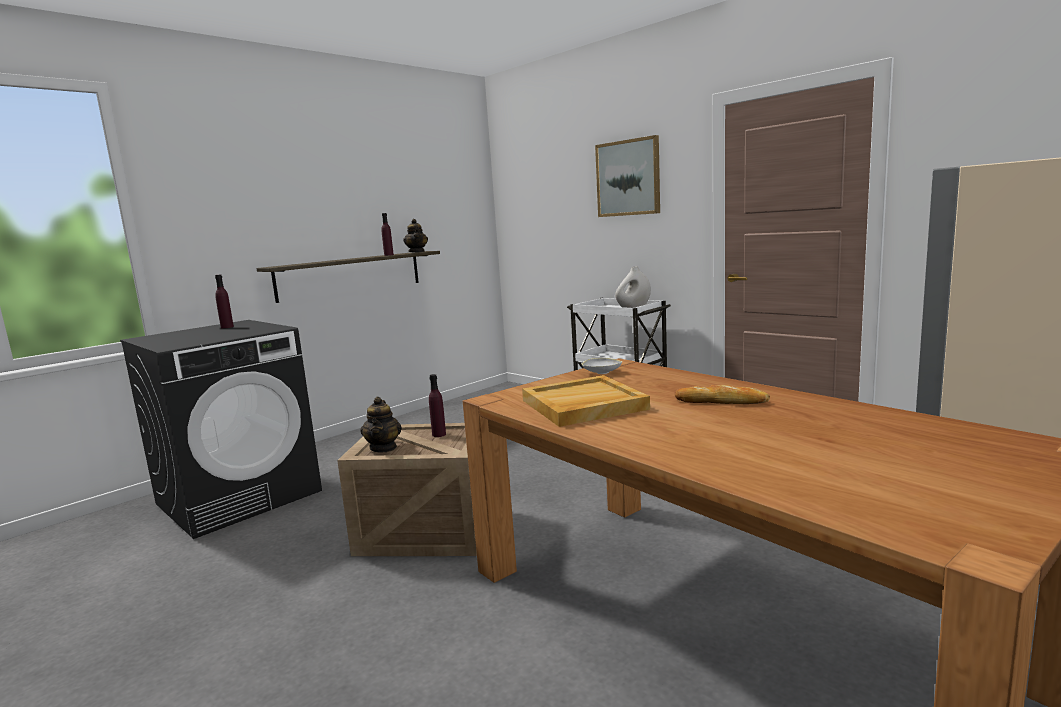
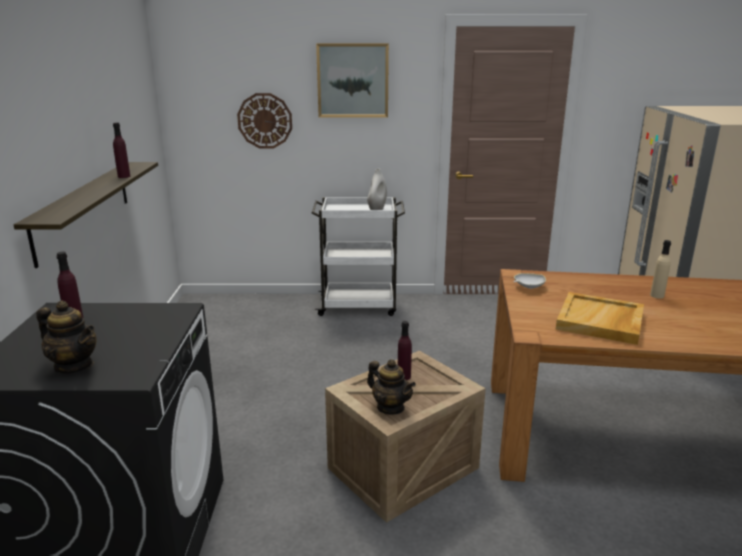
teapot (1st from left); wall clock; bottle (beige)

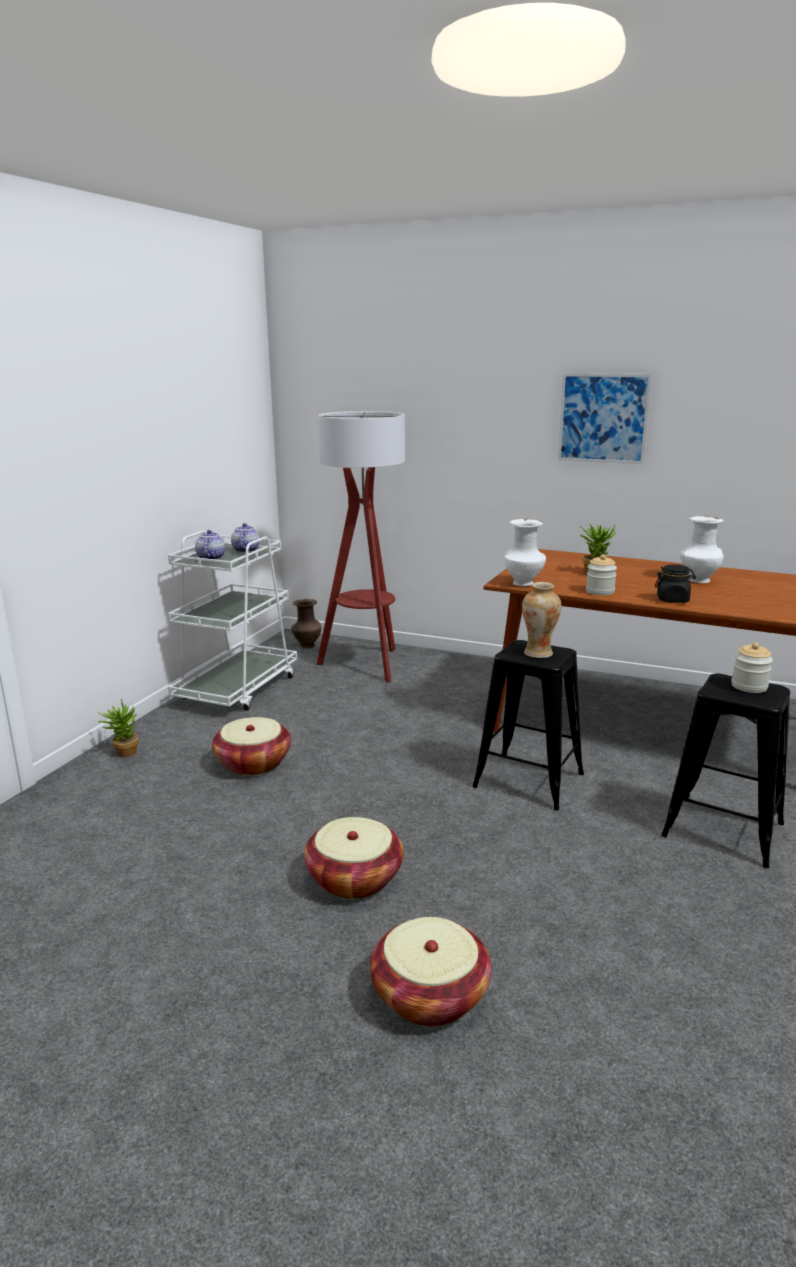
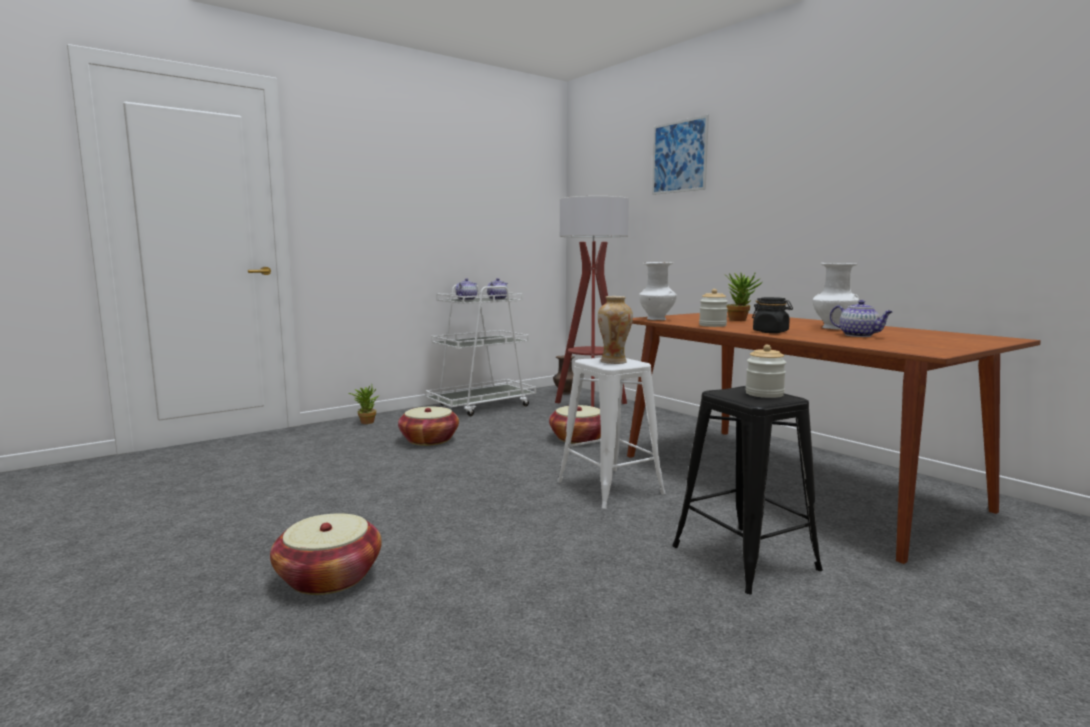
basket (3rd from left); stool (white); picture; teapot (3rd from left)

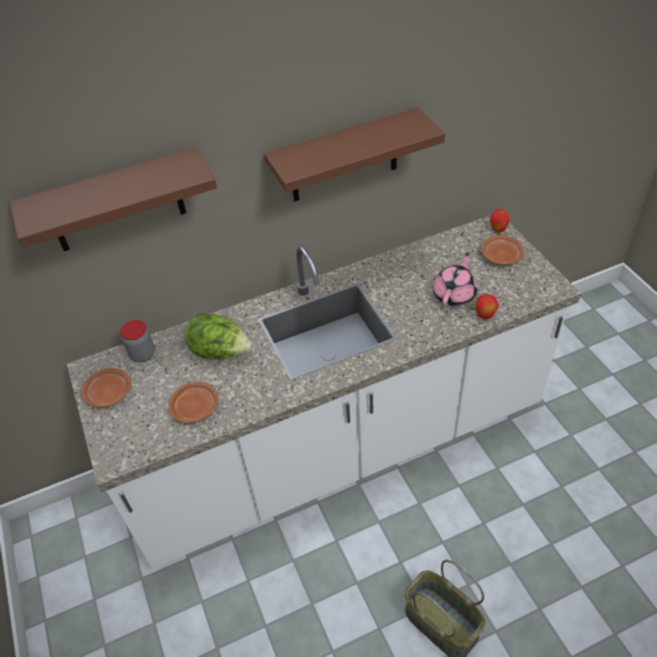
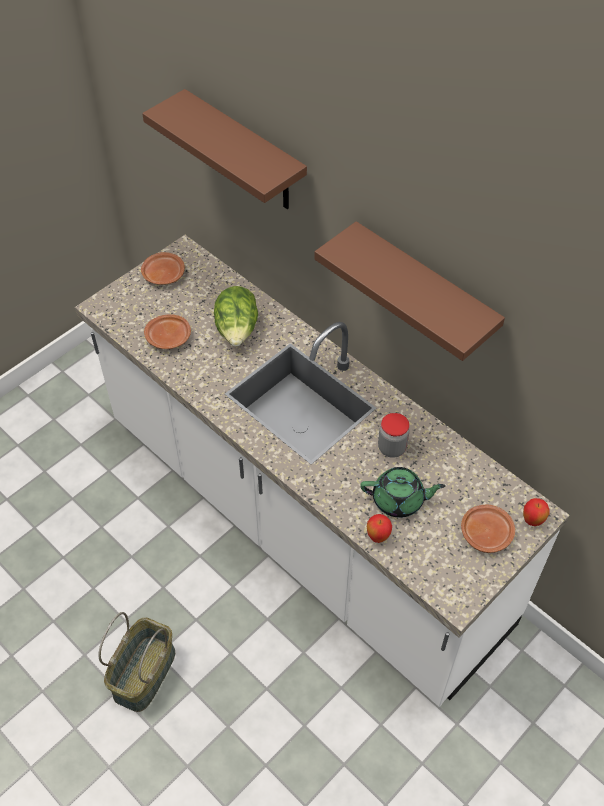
teapot (green); jar

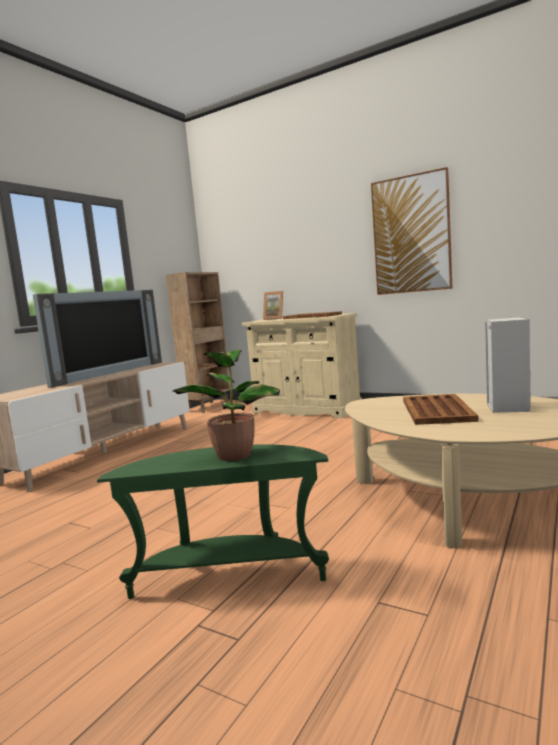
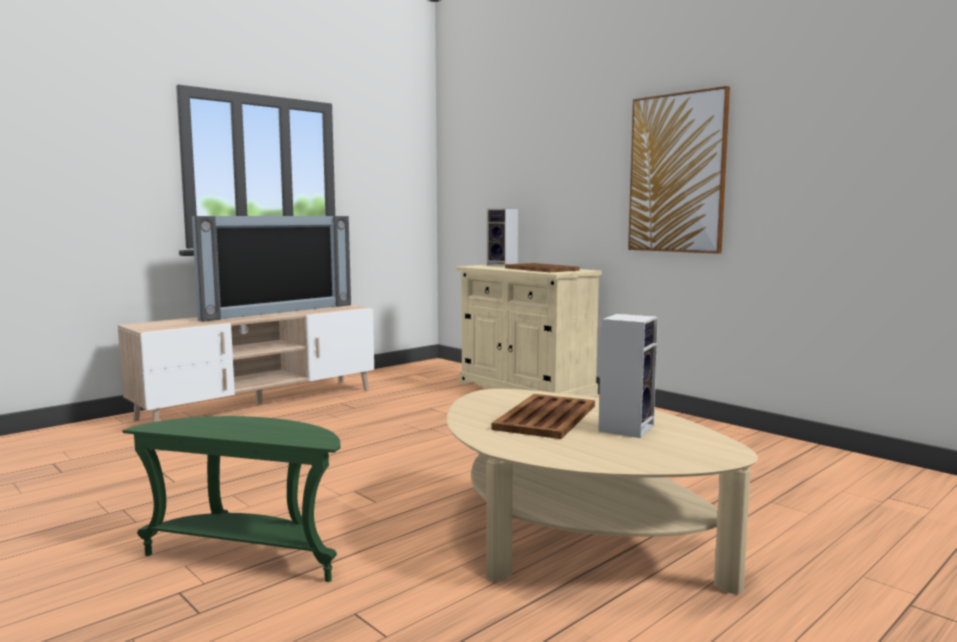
speaker (1st from left); bookcase (brown); potted plant

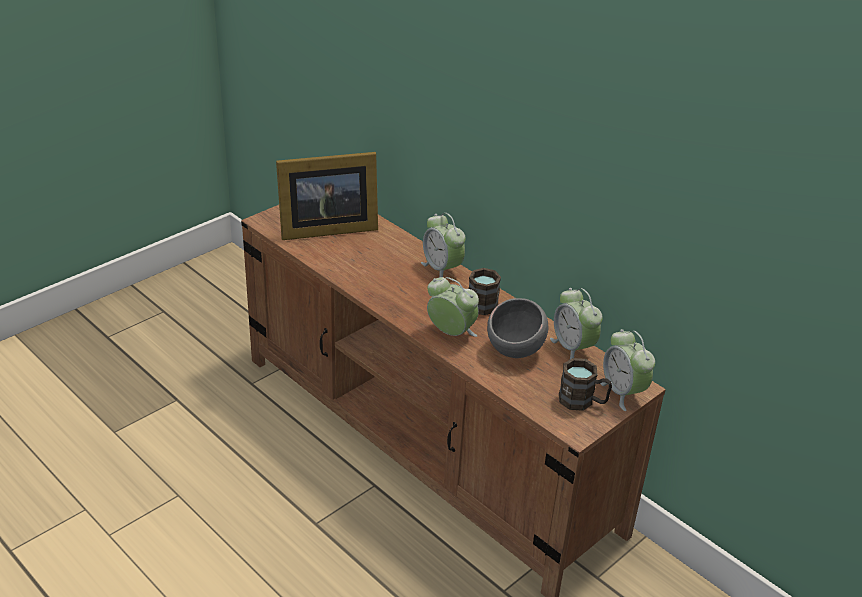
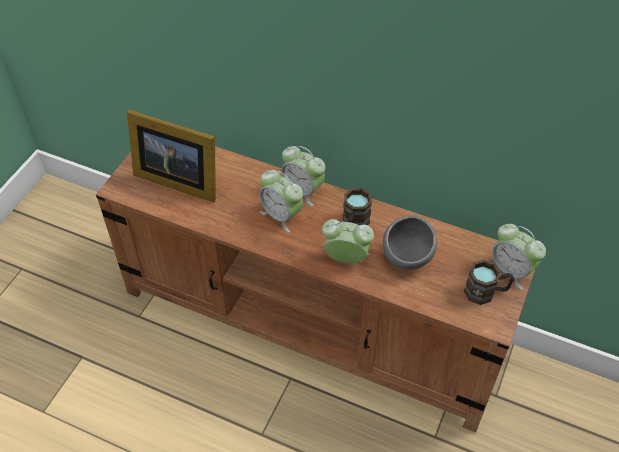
picture frame; alarm clock (1st from left)

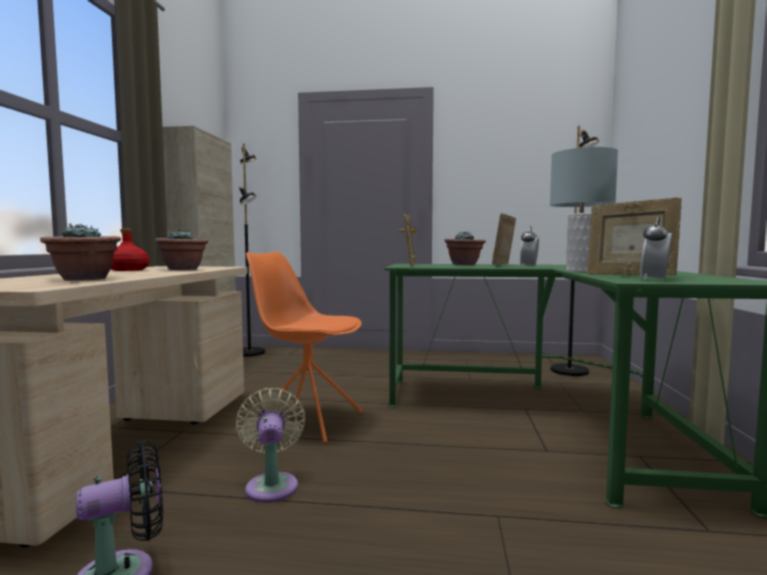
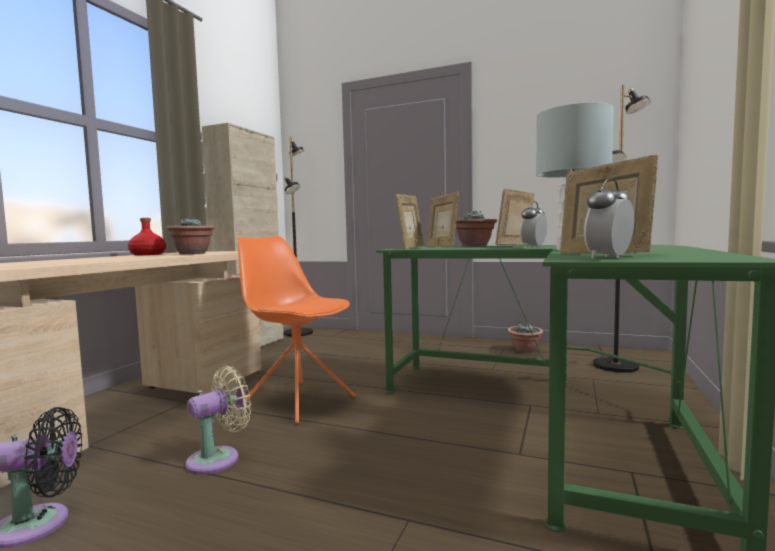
fan (beige); picture frame (2nd from left); potted plant (3rd from left)

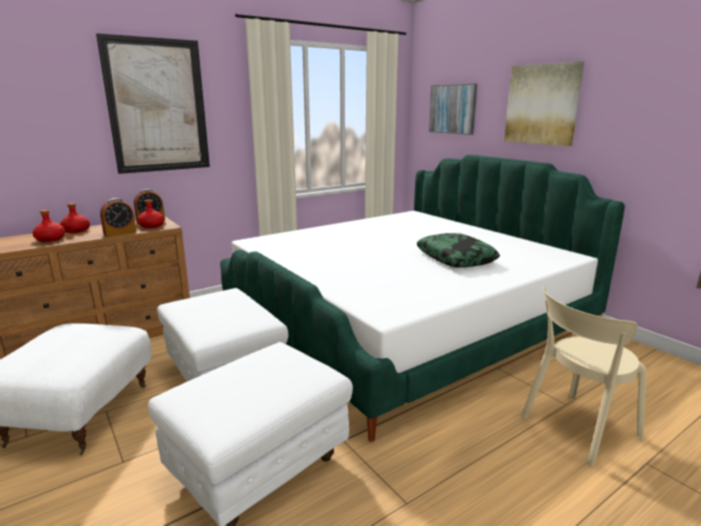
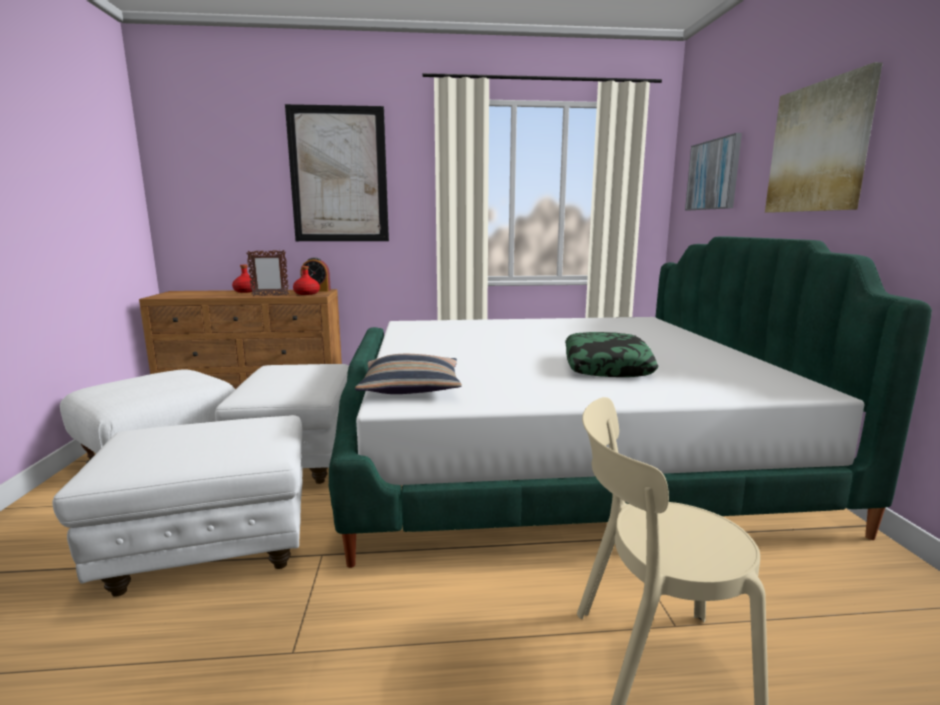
picture frame; pillow (1st from left); bottle (red) (1st from left in the first image)

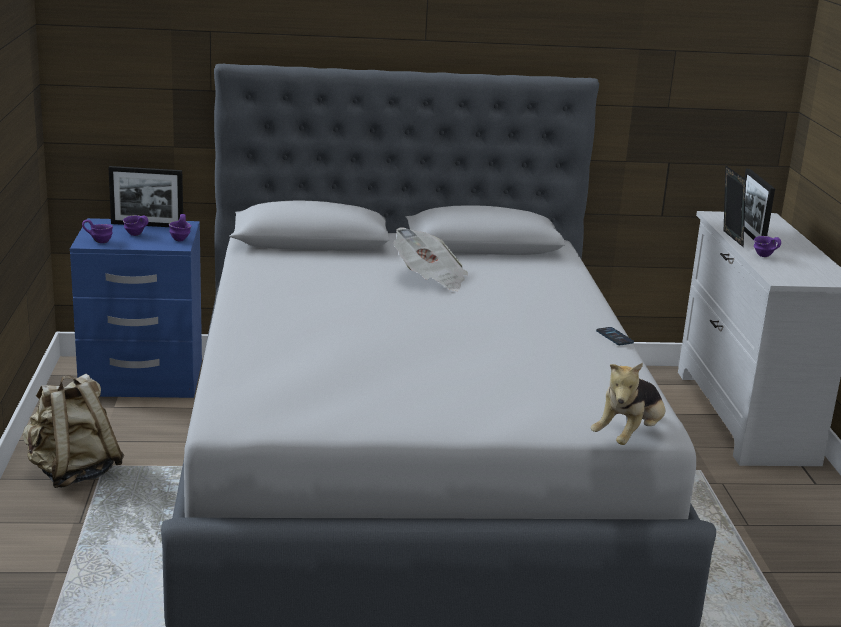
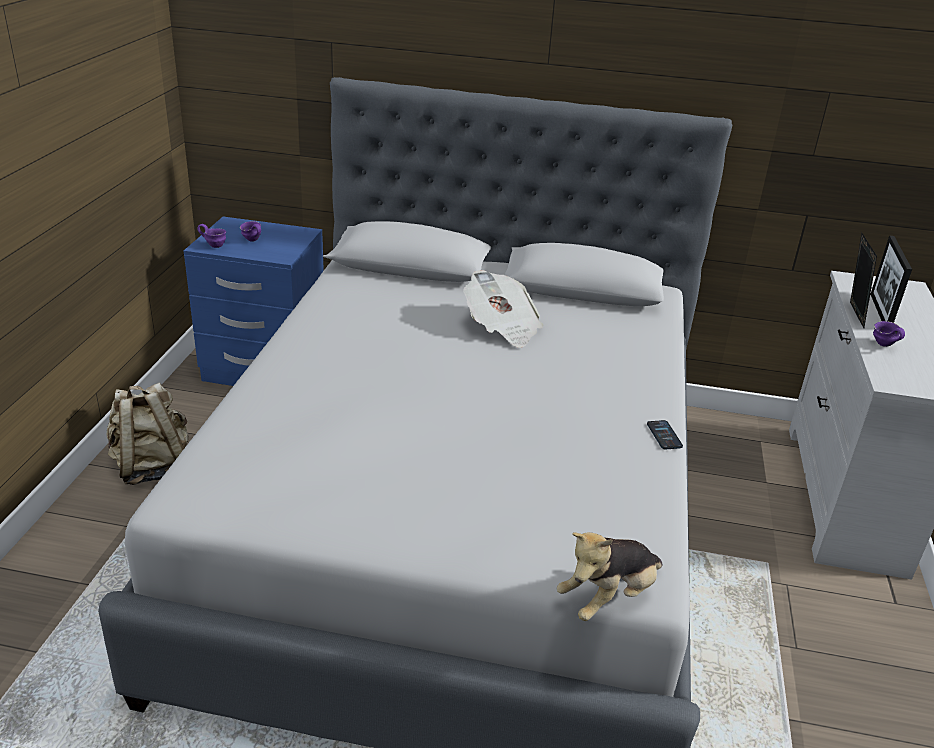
picture frame (1st from left in the first image); mug (purple) (3rd from left in the first image)

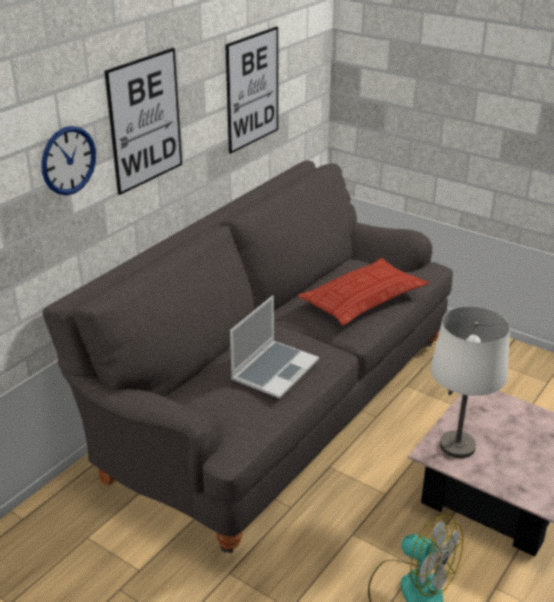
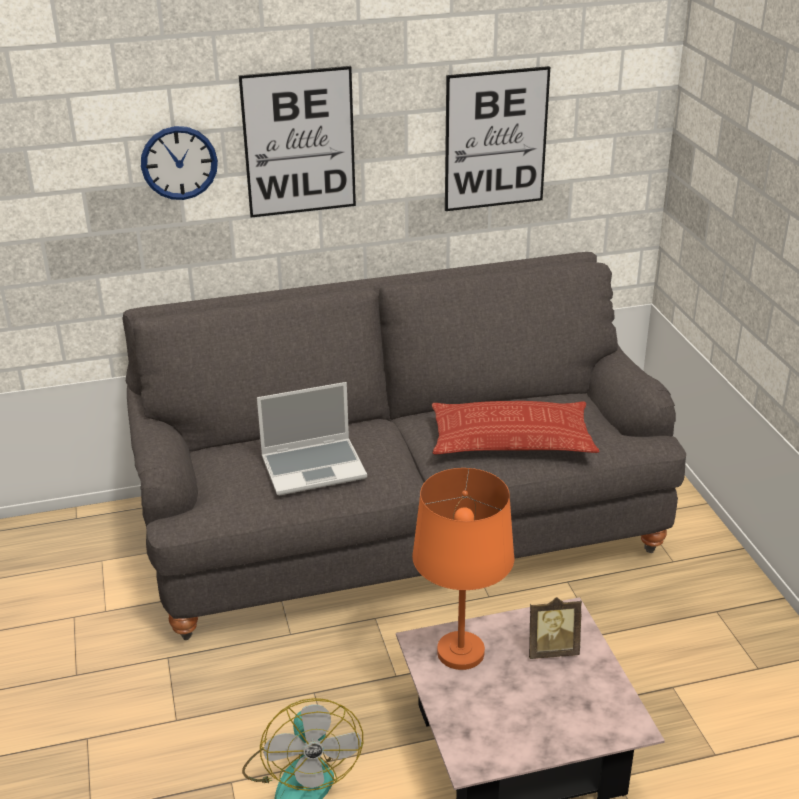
table lamp (orange); picture frame

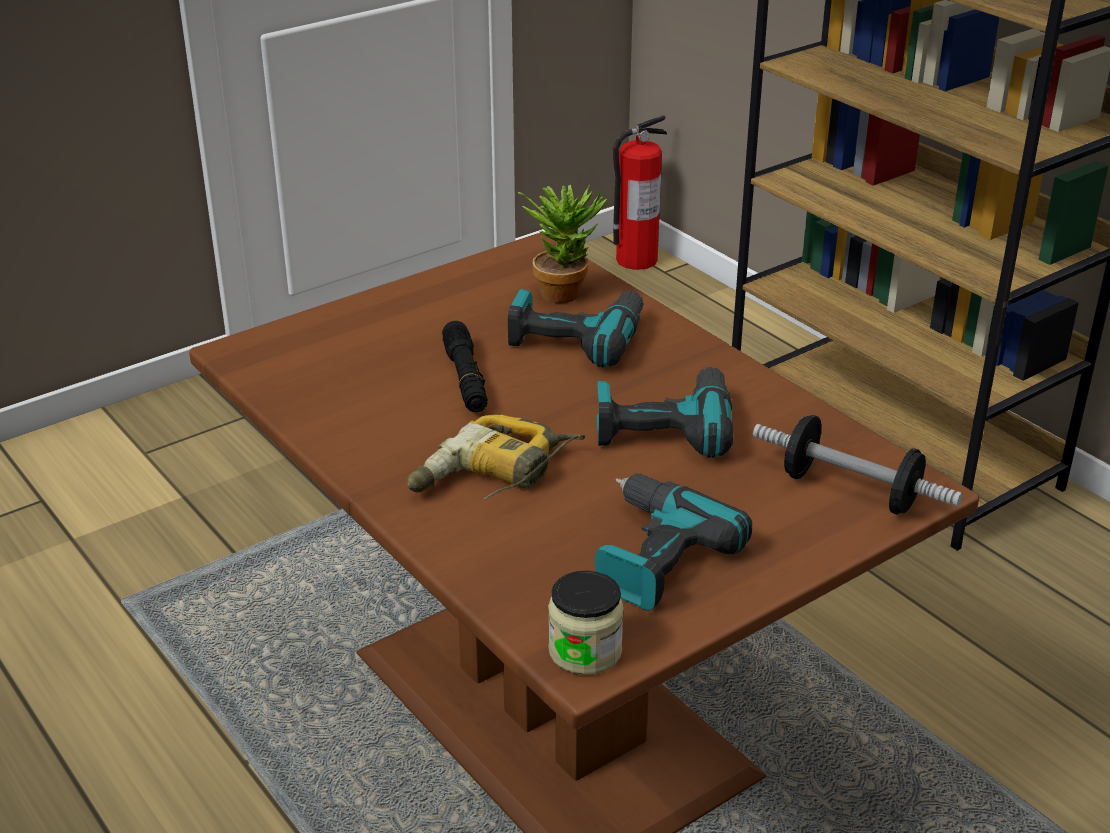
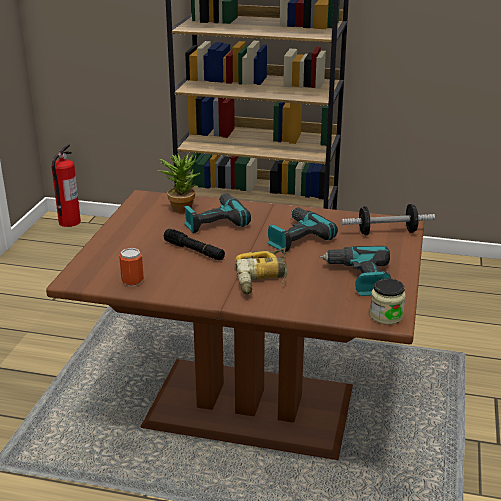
can

